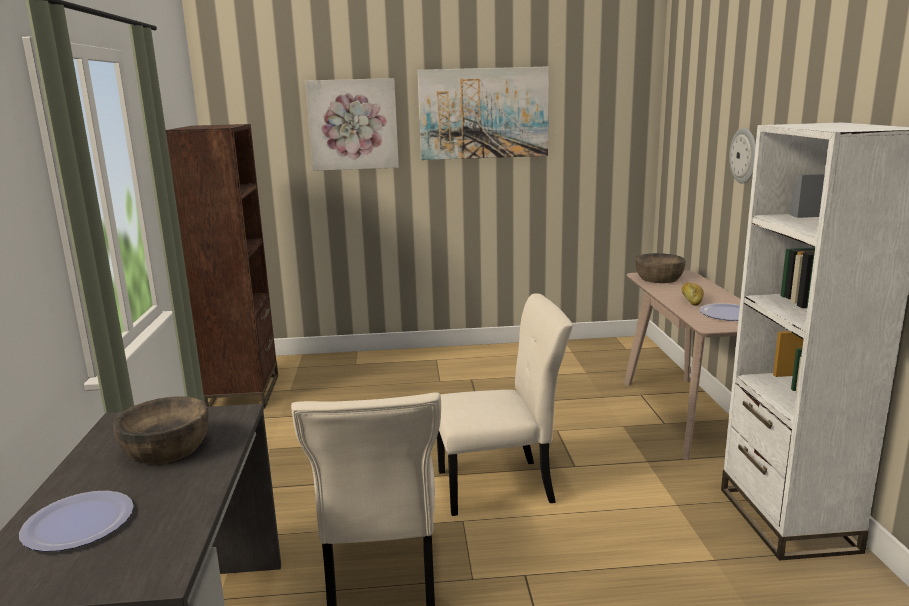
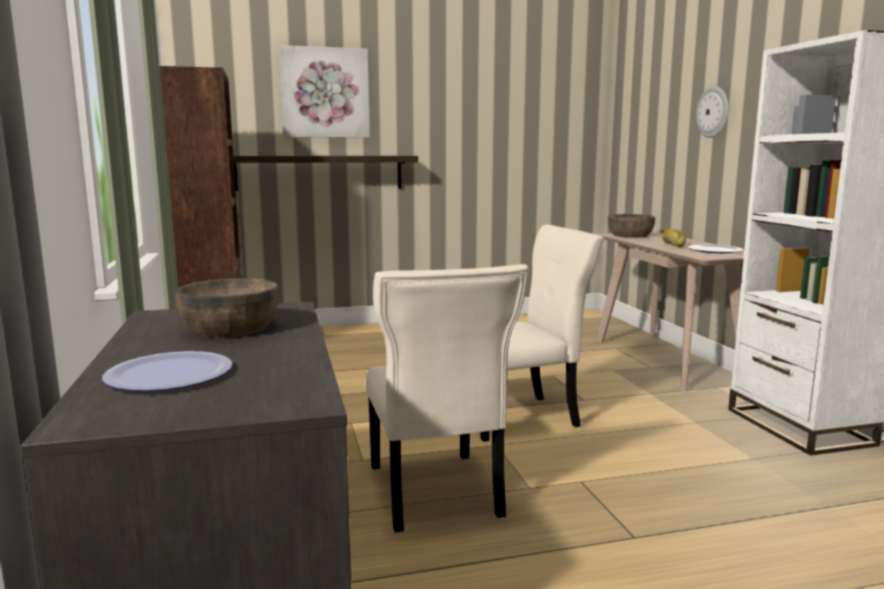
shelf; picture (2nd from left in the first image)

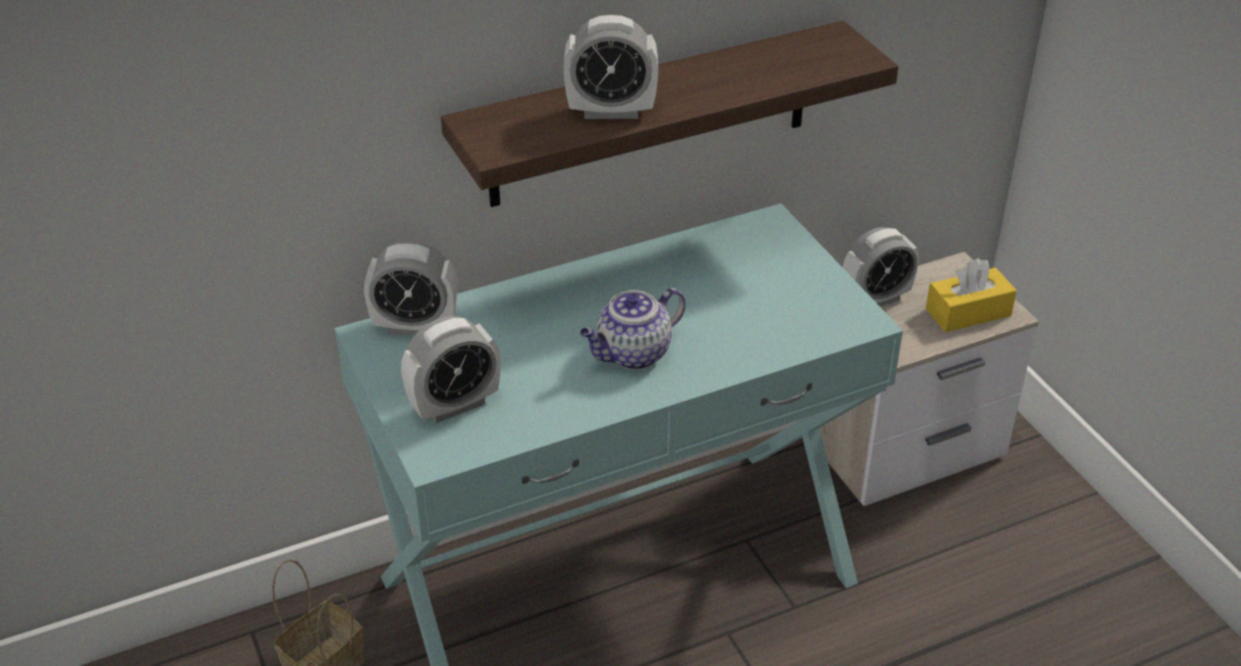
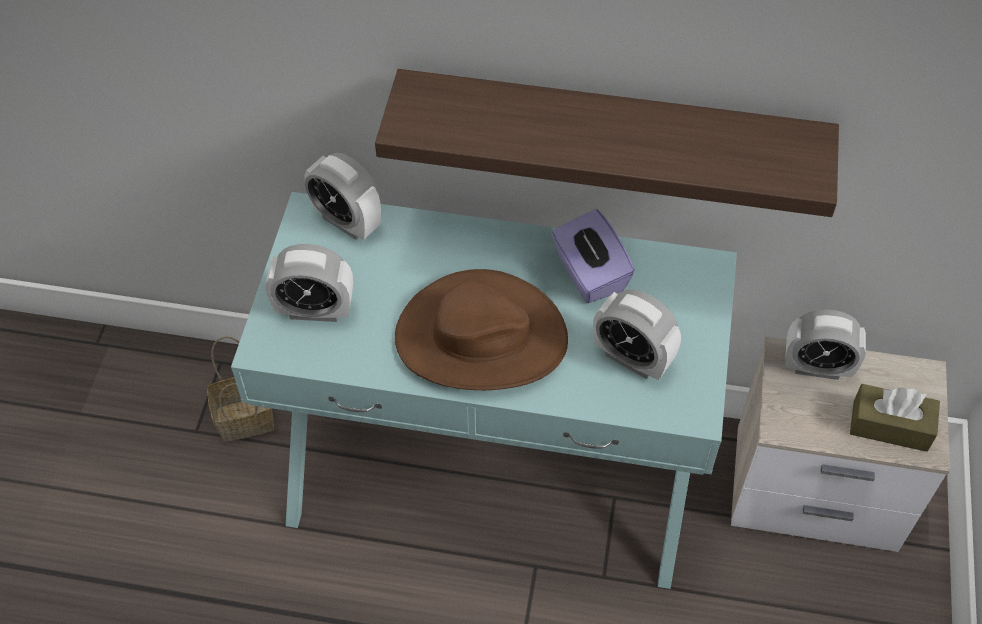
hat (brown); tissue box (purple); alarm clock (3rd from left); tissue box (brown)

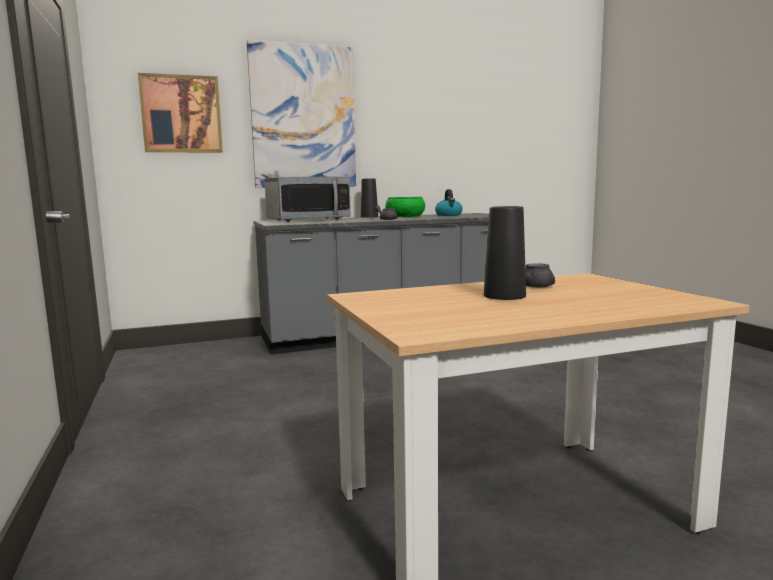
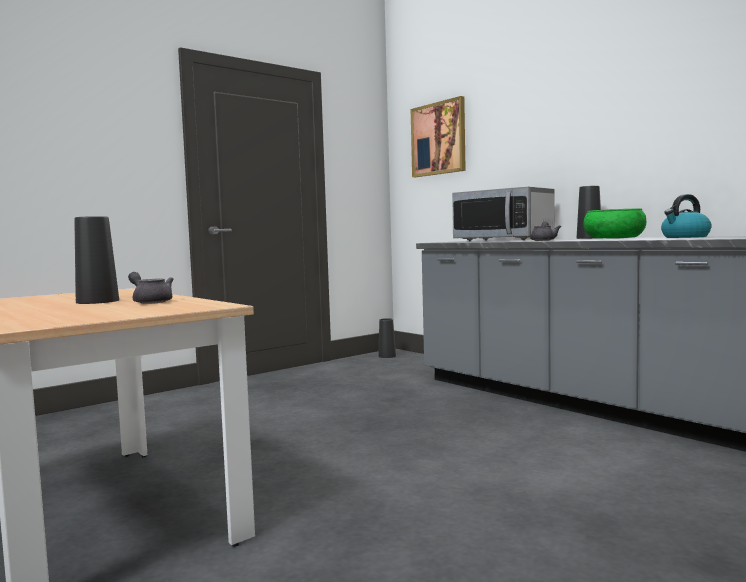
vase (black) (2nd from left); picture (2nd from left in the first image)

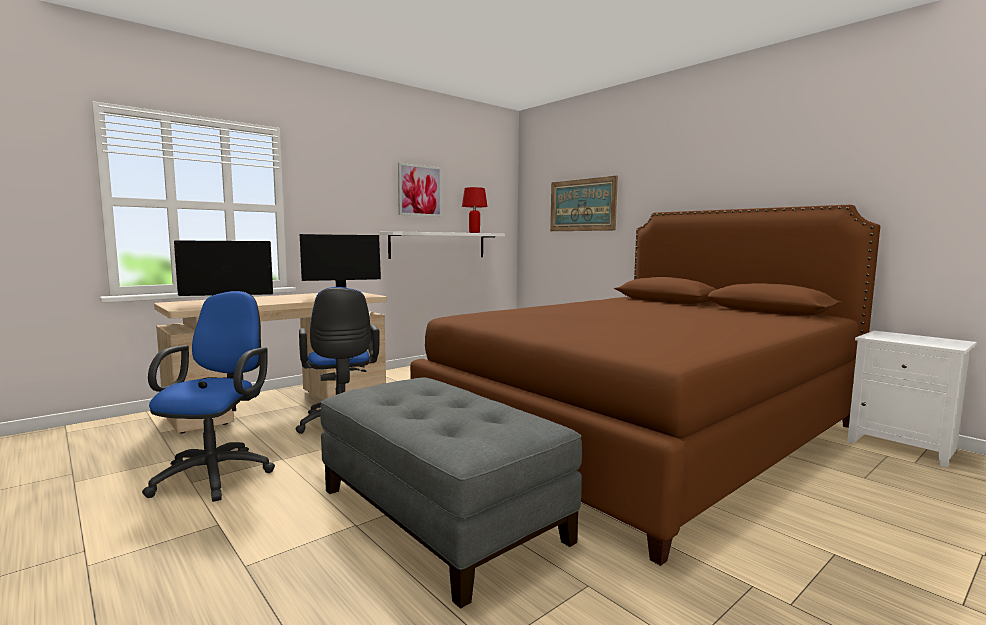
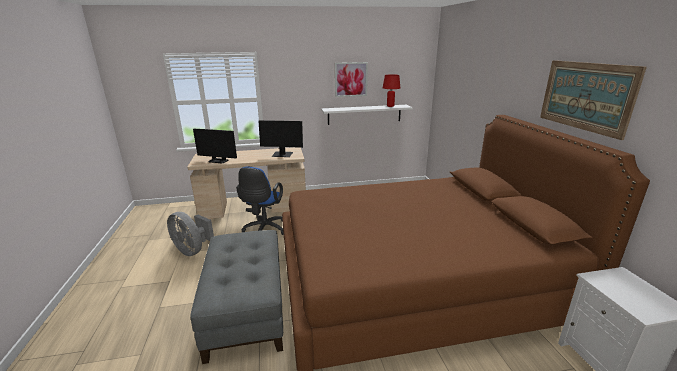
fan (grey); picture (2nd from left)

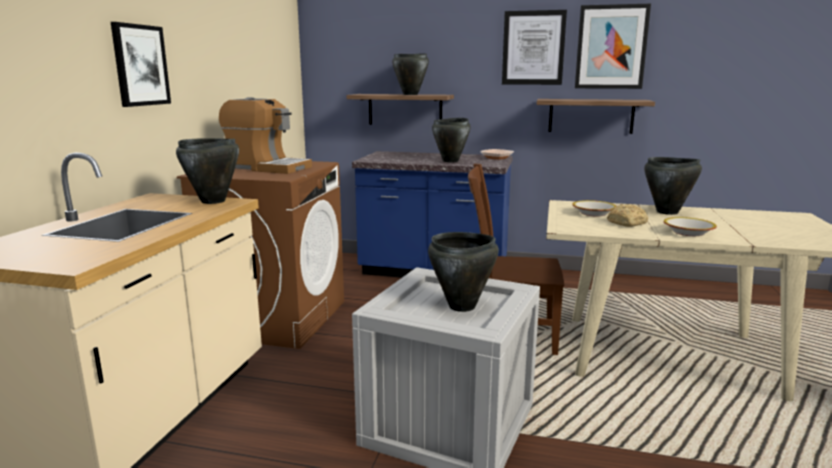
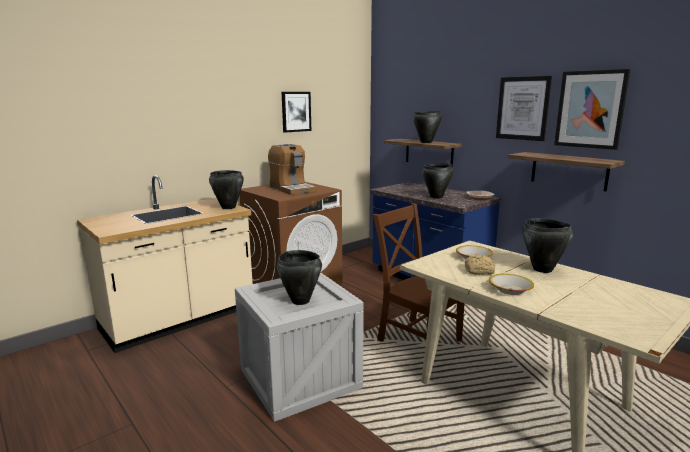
picture (1st from left)

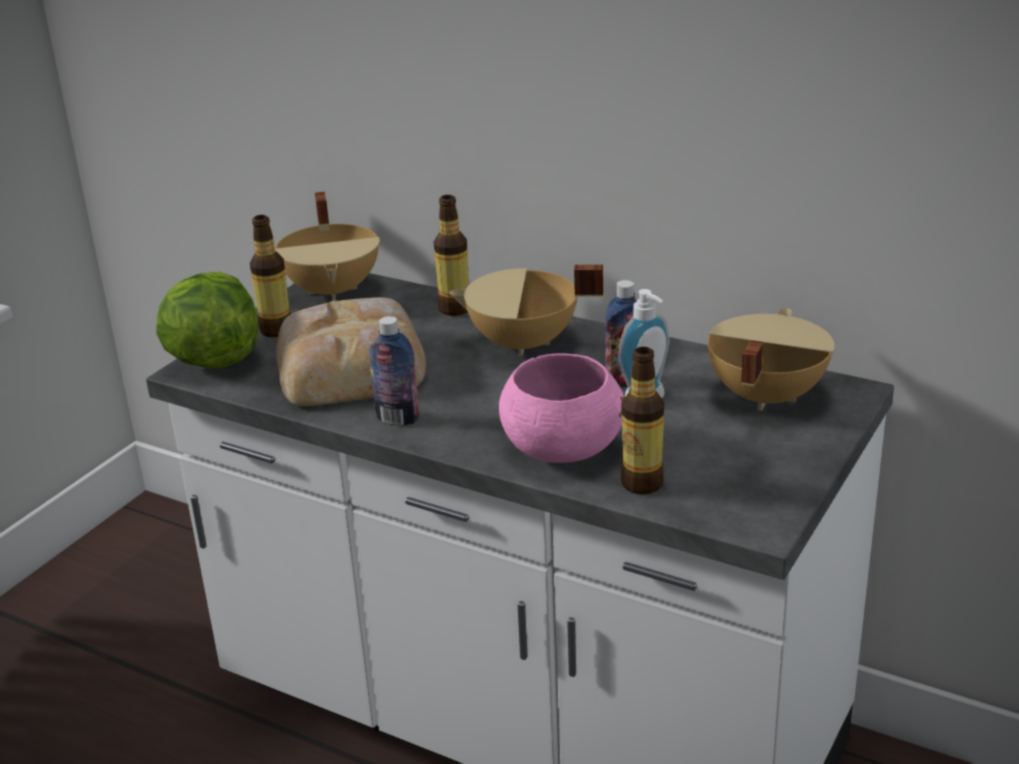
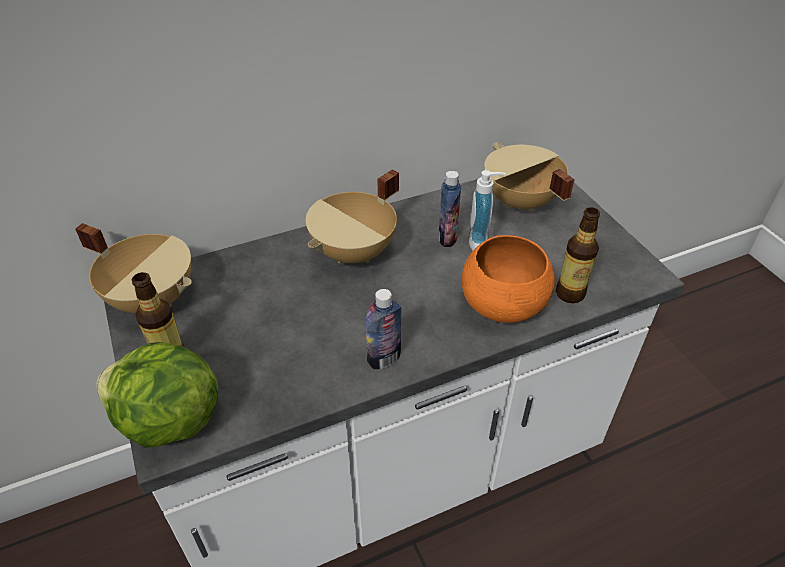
bowl (orange); bread; bottle (3rd from left in the first image)

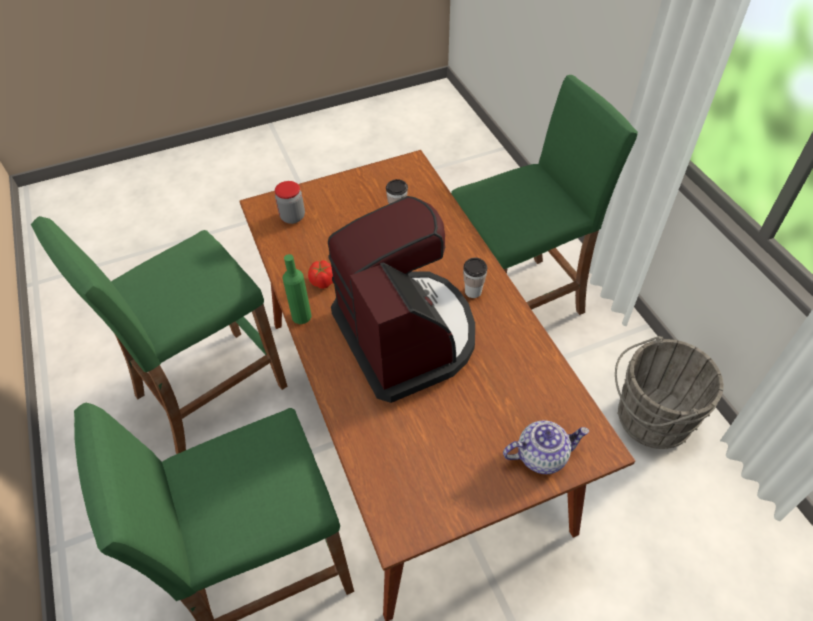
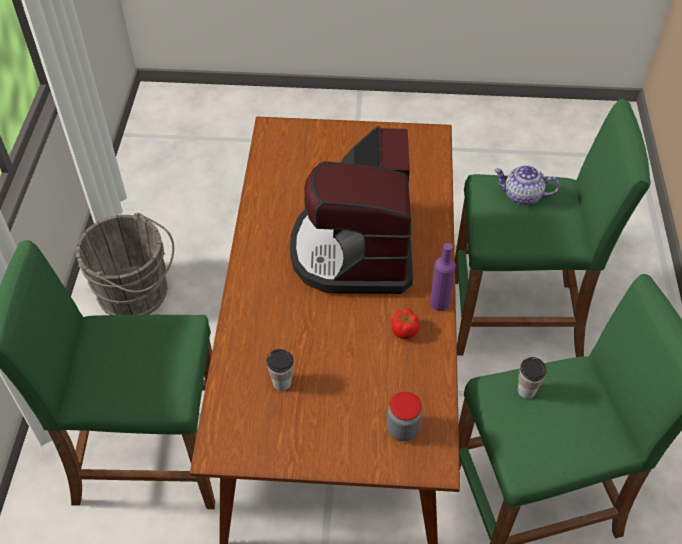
bottle (purple); teapot; cup (2nd from left)

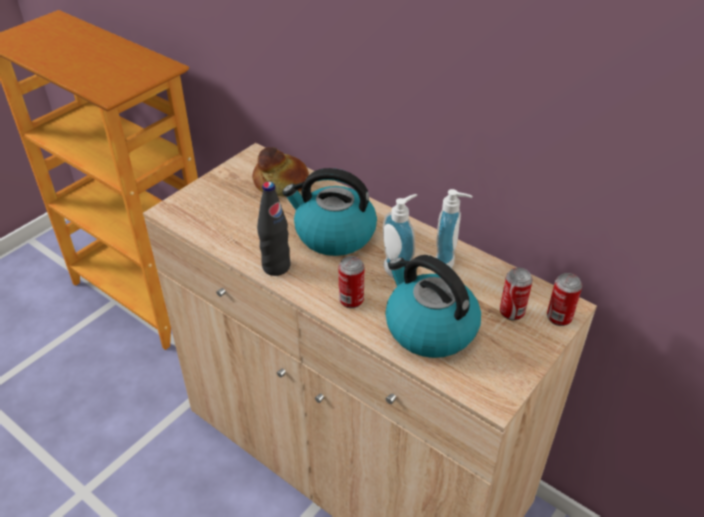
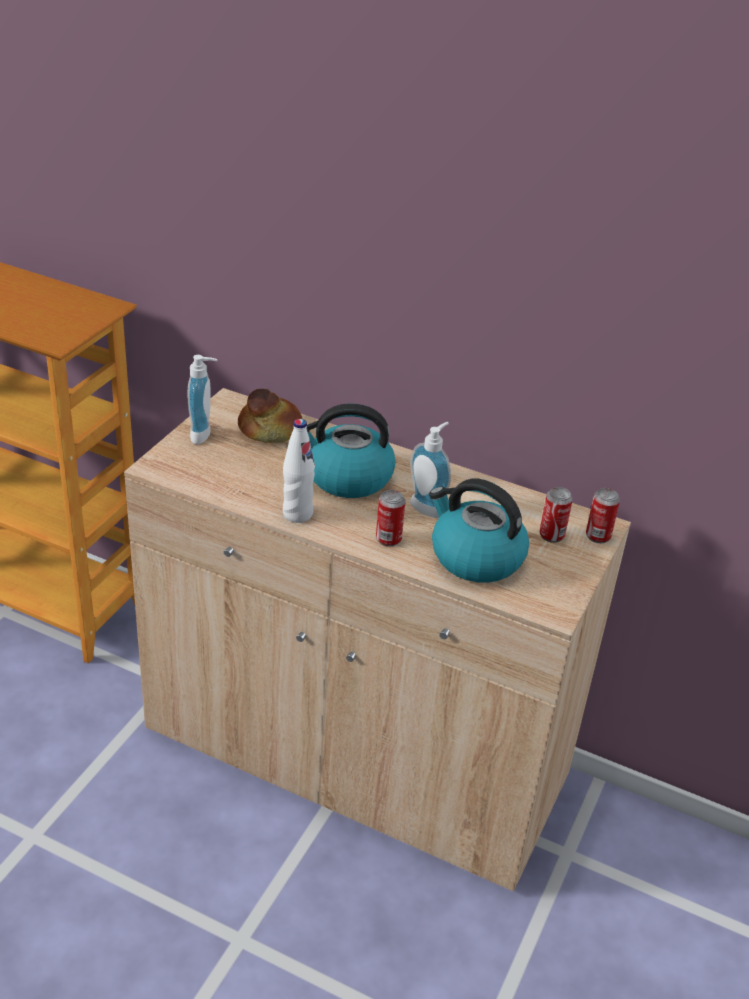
soap dispenser (1st from left); bottle (white)

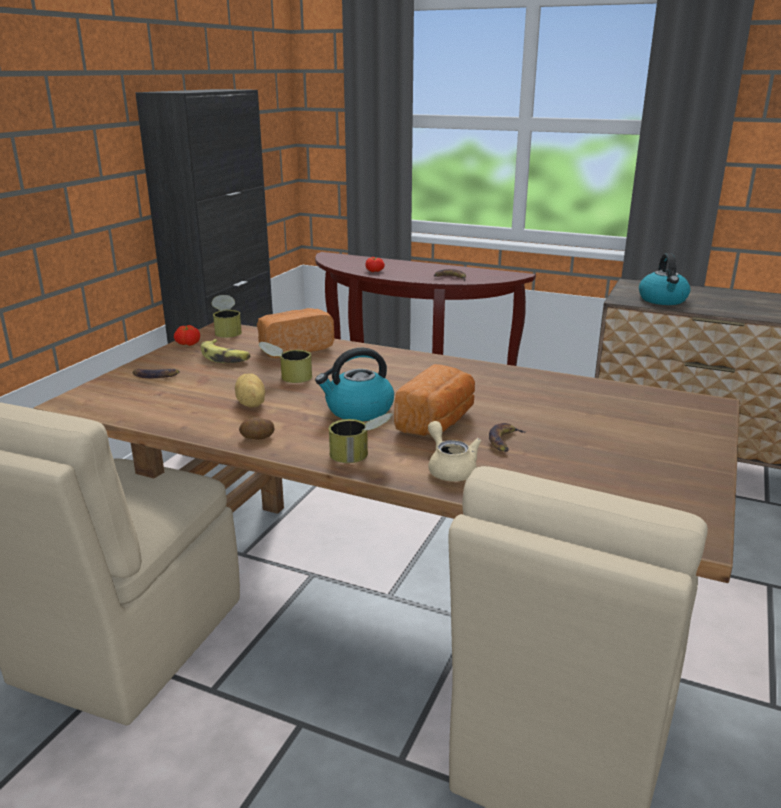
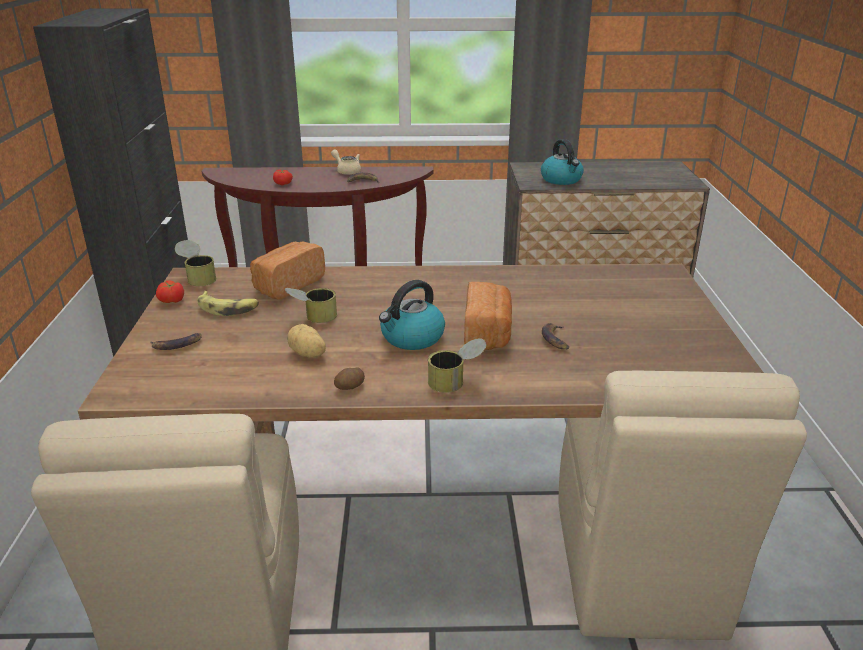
teapot (beige)

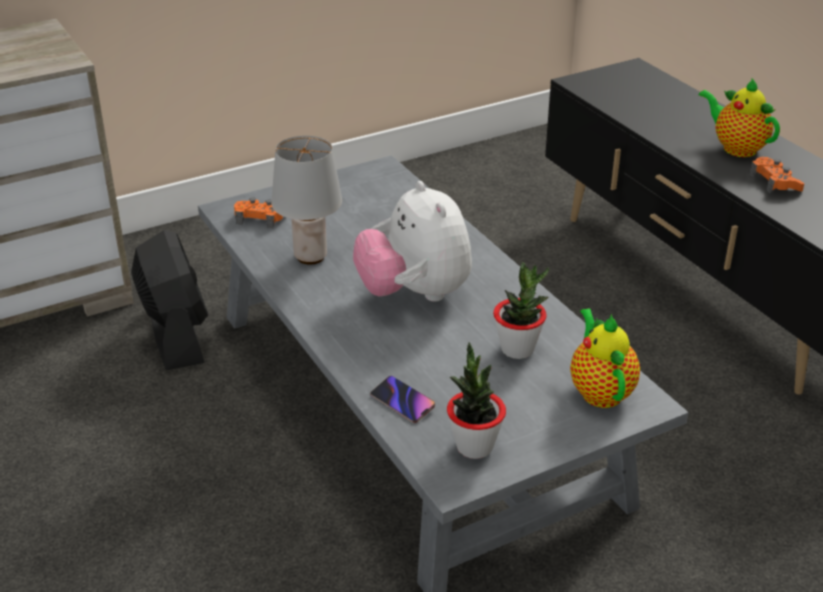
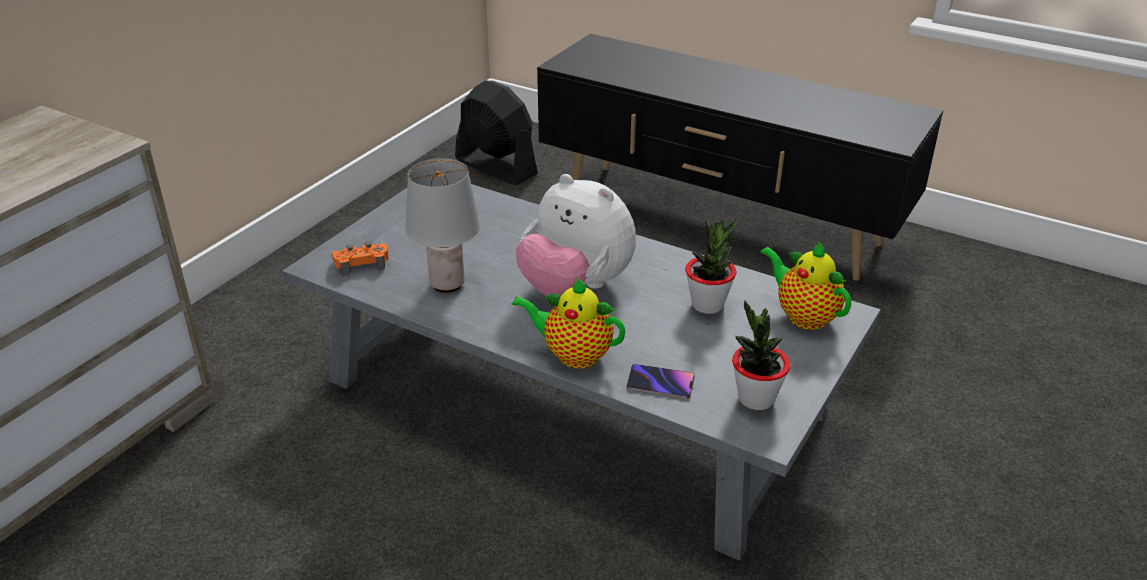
fan (black); teapot (1st from left); game controller (orange) (2nd from left in the first image)

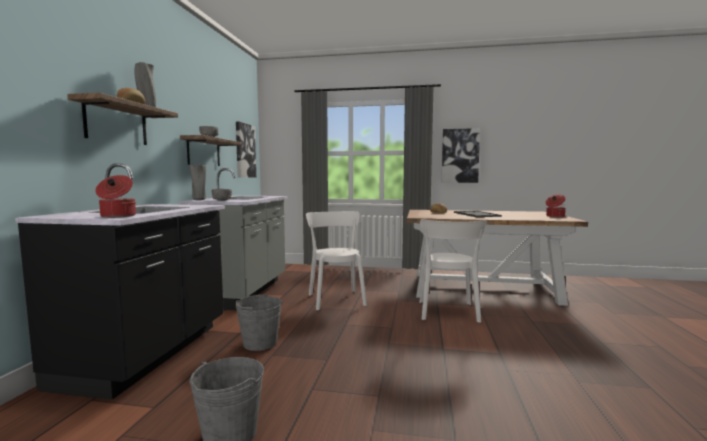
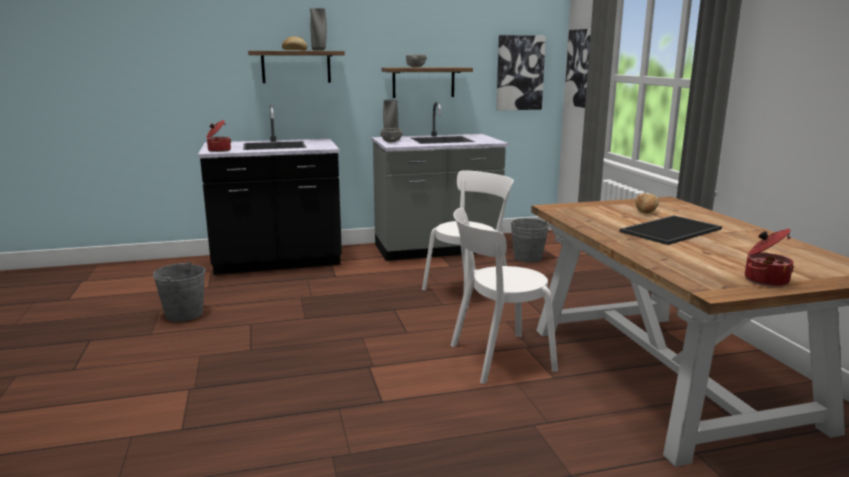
bucket (grey) (2nd from left); picture (2nd from left)

